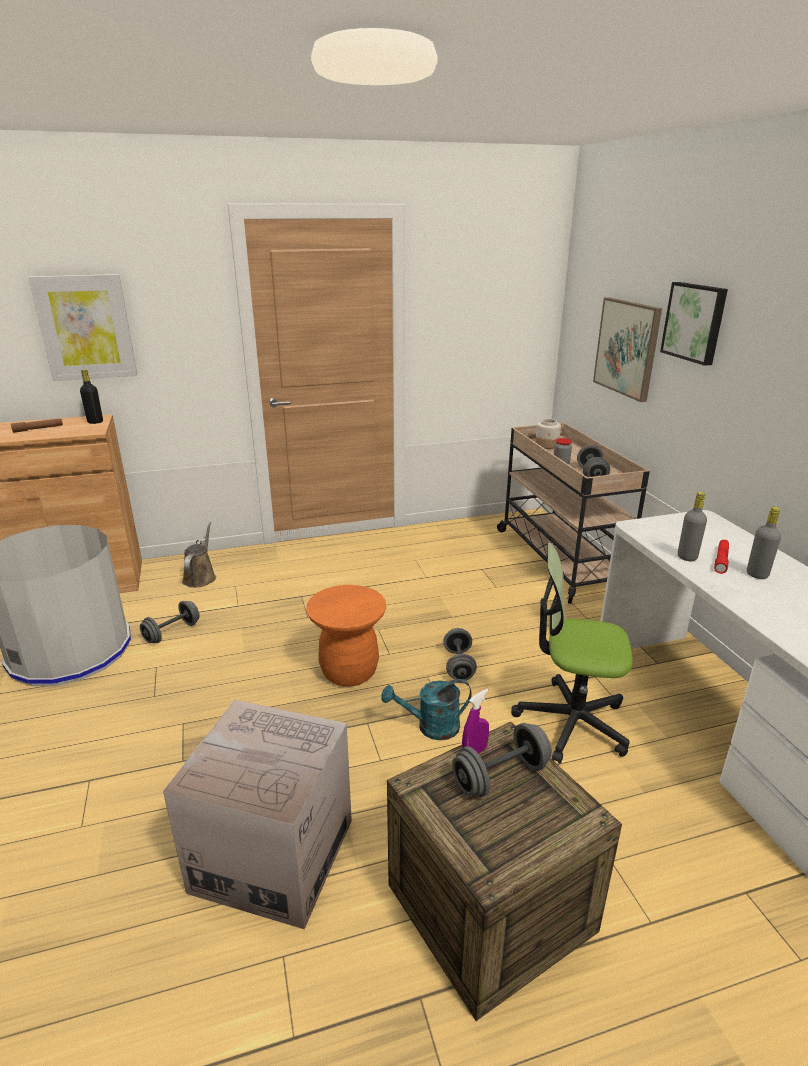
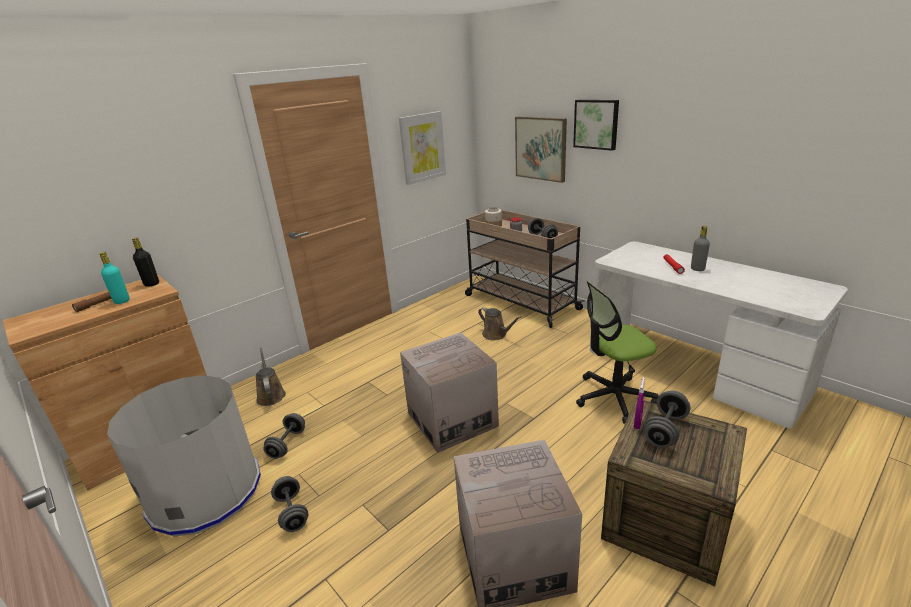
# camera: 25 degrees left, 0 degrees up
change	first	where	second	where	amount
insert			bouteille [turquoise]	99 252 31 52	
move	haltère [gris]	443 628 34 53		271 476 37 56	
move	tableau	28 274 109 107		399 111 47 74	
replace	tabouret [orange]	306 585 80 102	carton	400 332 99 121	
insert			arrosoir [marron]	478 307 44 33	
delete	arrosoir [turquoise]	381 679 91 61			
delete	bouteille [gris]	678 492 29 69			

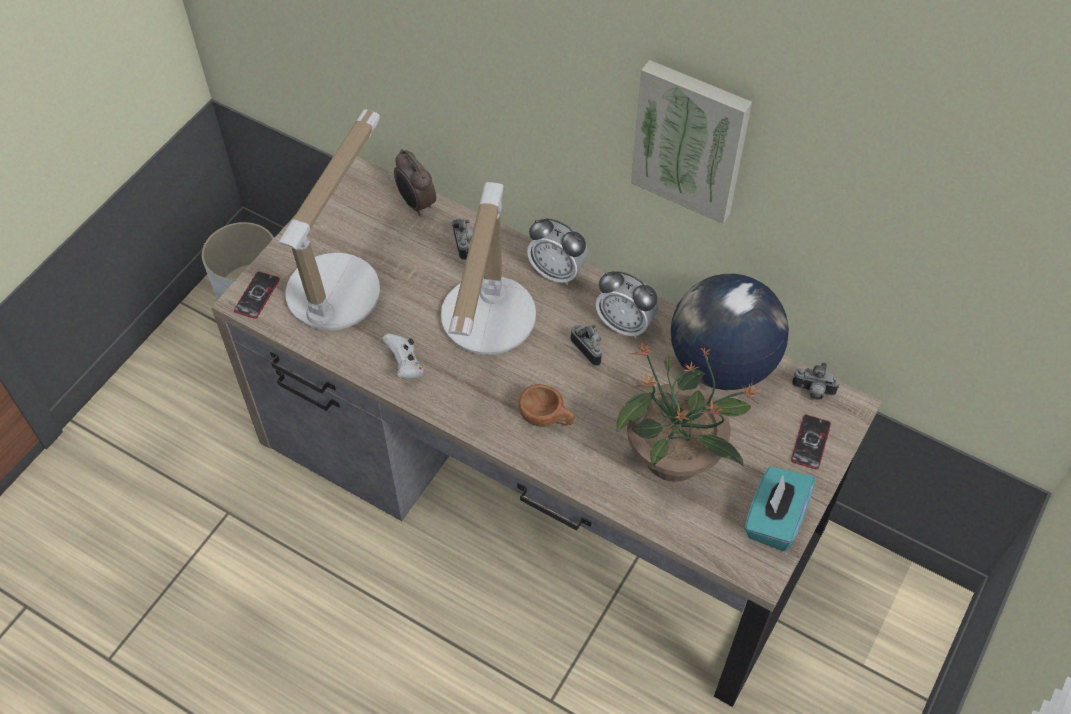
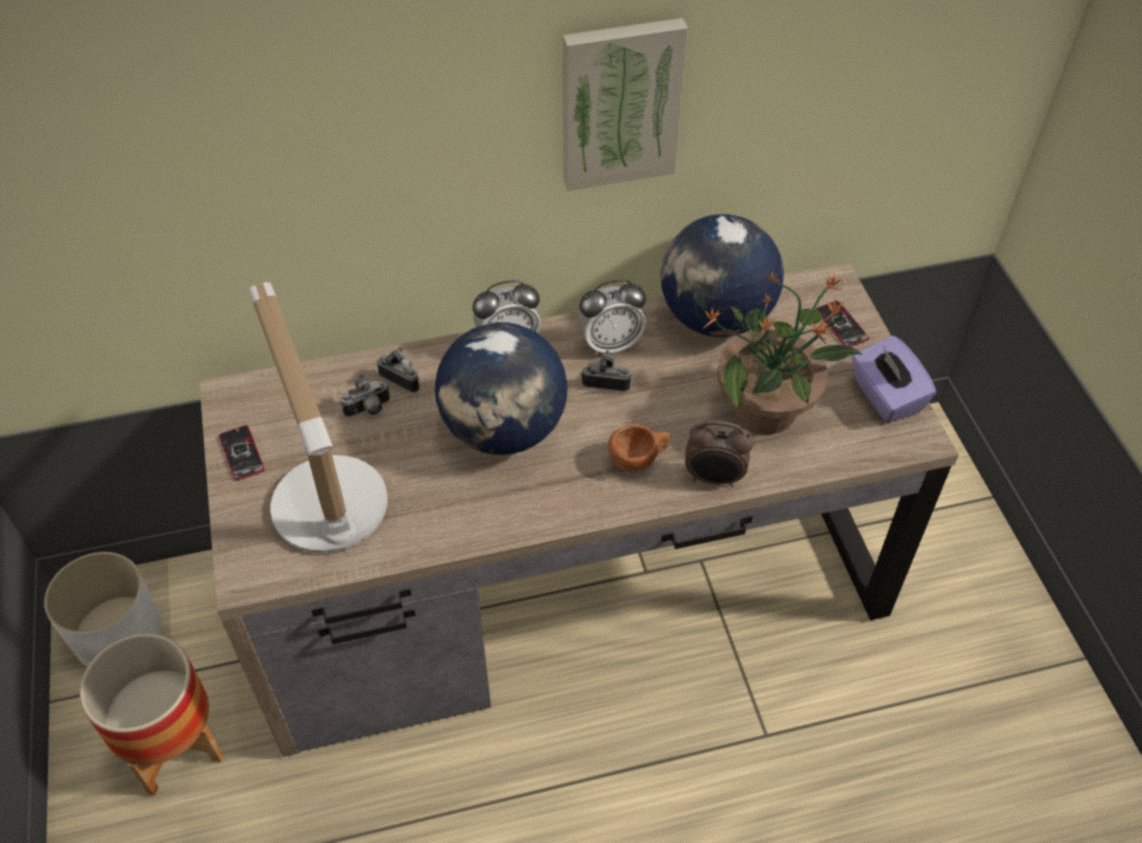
# camera: 45 degrees left, 5 degrees down
change	first	where	second	where	amount
insert			cache-pot	80 633 144 163	
move	téléphone	234 271 46 48		219 425 46 56	
move	appareil photo	792 362 48 38		340 373 50 44	
replace	lampe de table	441 182 95 173	globe	435 322 133 133	
move	réveil	394 149 42 67		685 420 69 67	
recolor	boîte à mouchoirs [turquoise]	745 467 70 84	boîte à mouchoirs [violet]	851 335 85 88	
delete	manette [blanc]	382 333 42 46			

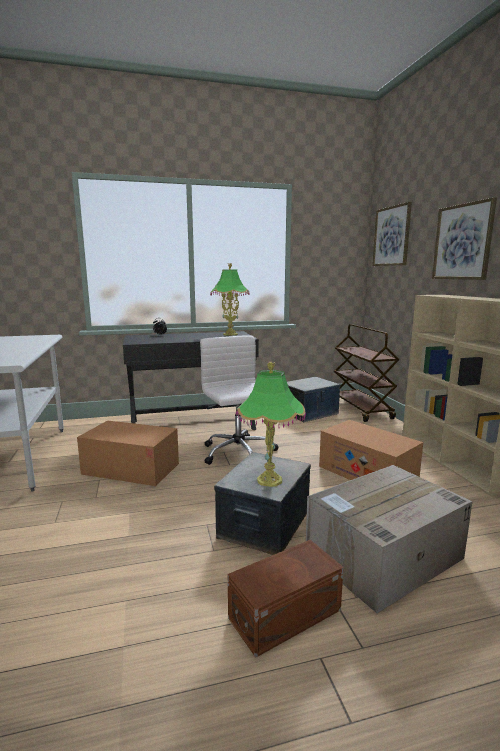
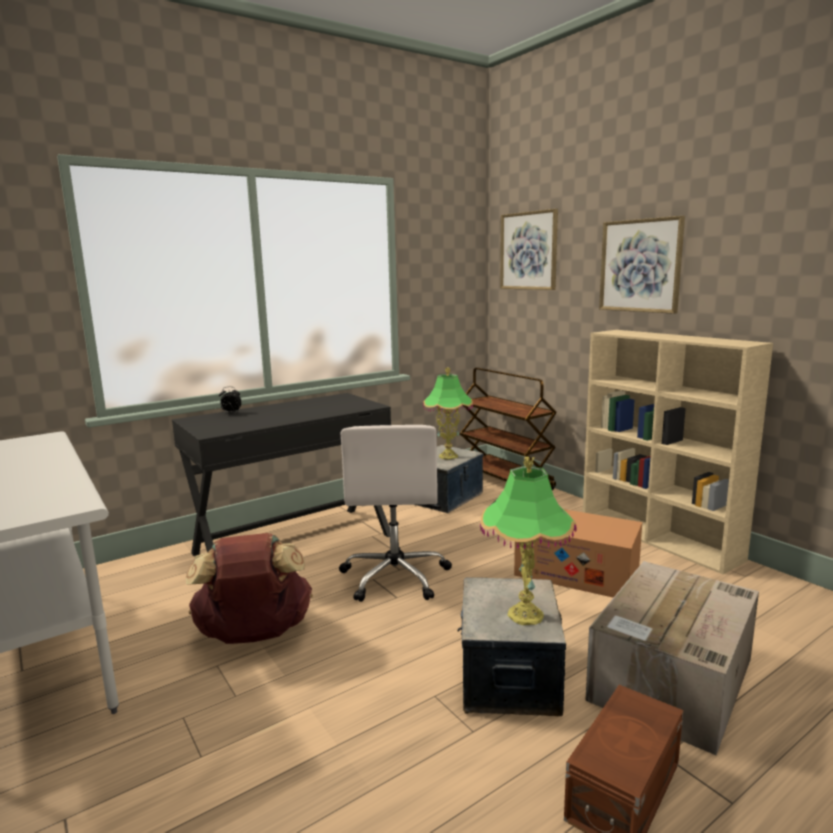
# camera: 20 degrees left, 0 degrees up
change	first	where	second	where	amount
replace	carton	77 421 102 65	sac à dos [marron]	186 533 127 111	
rotate	chaise de bureau [blanc]	200 335 78 130		339 425 113 177	135 degrees counterclockwise
move	lampe de table	210 263 39 73		423 367 50 93	

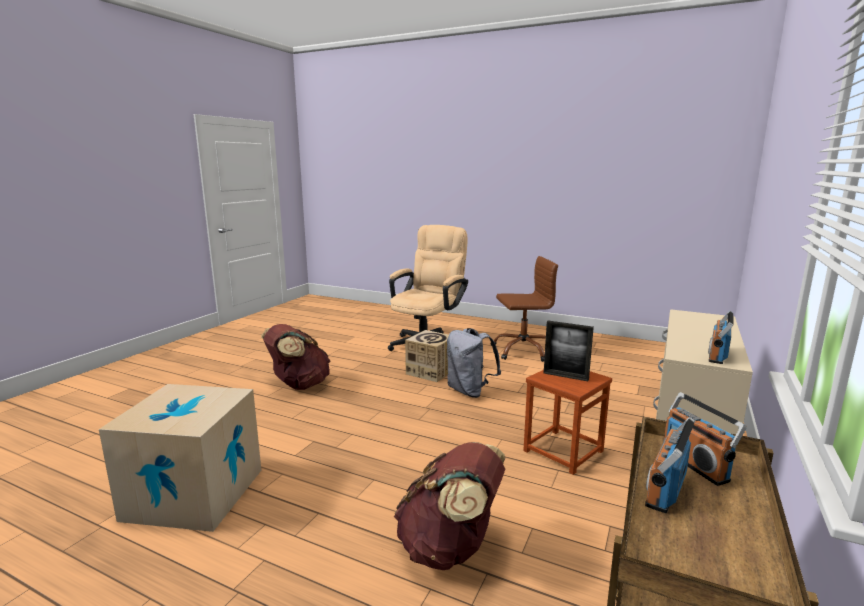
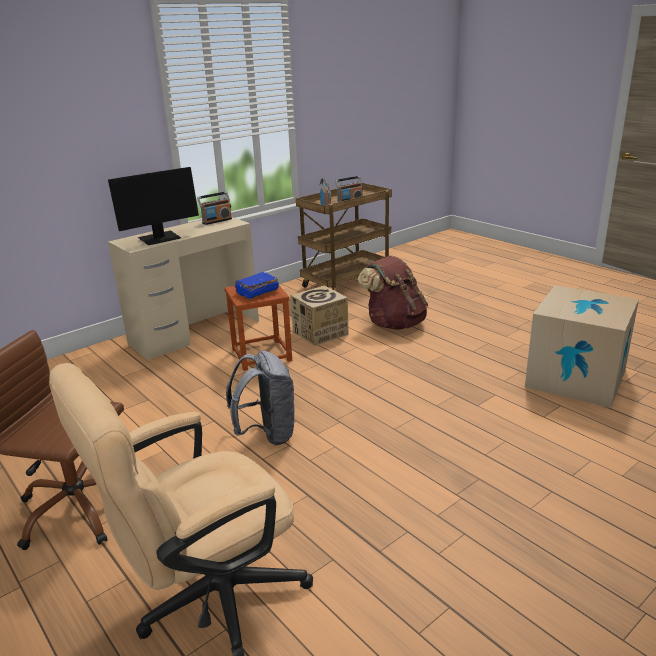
# camera: 155 degrees left, 10 degrees up
change	first	where	second	where	amount
insert			écran d'ordinateur	108 167 91 78	
replace	cadre photo	544 321 50 60	livre [bleu]	235 272 44 28	
move	carton	405 330 44 52		291 286 58 60	
delete	sac à dos [marron]	261 324 69 66			

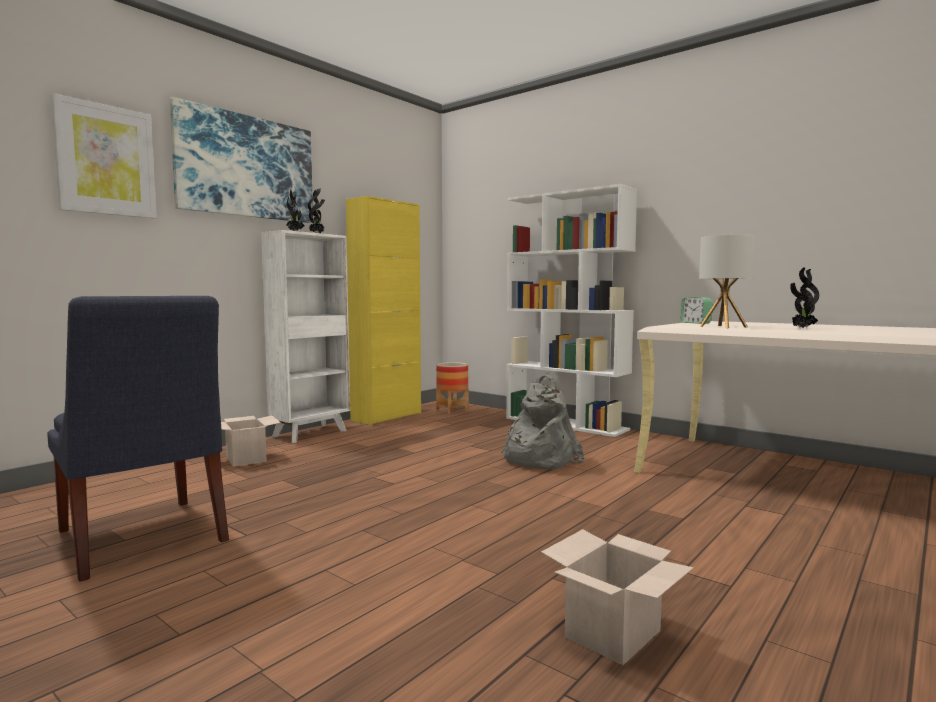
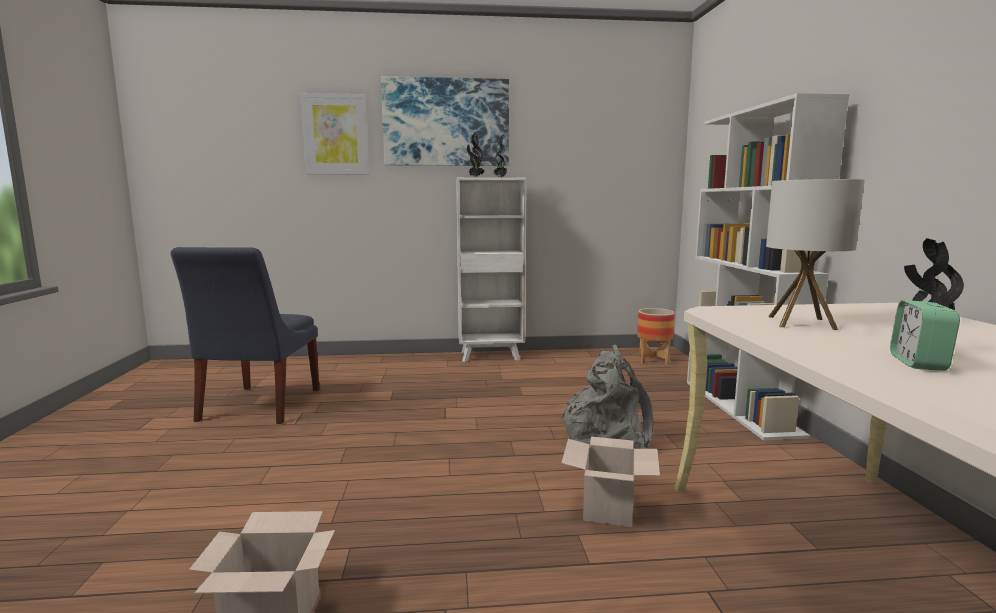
# camera: 45 degrees right, 5 degrees up
change	first	where	second	where	amount
move	carton	221 416 60 51		562 436 98 91	
move	réveil	681 297 32 27		890 300 70 71	
delete	meuble de rangement [jaune]	346 196 75 229			

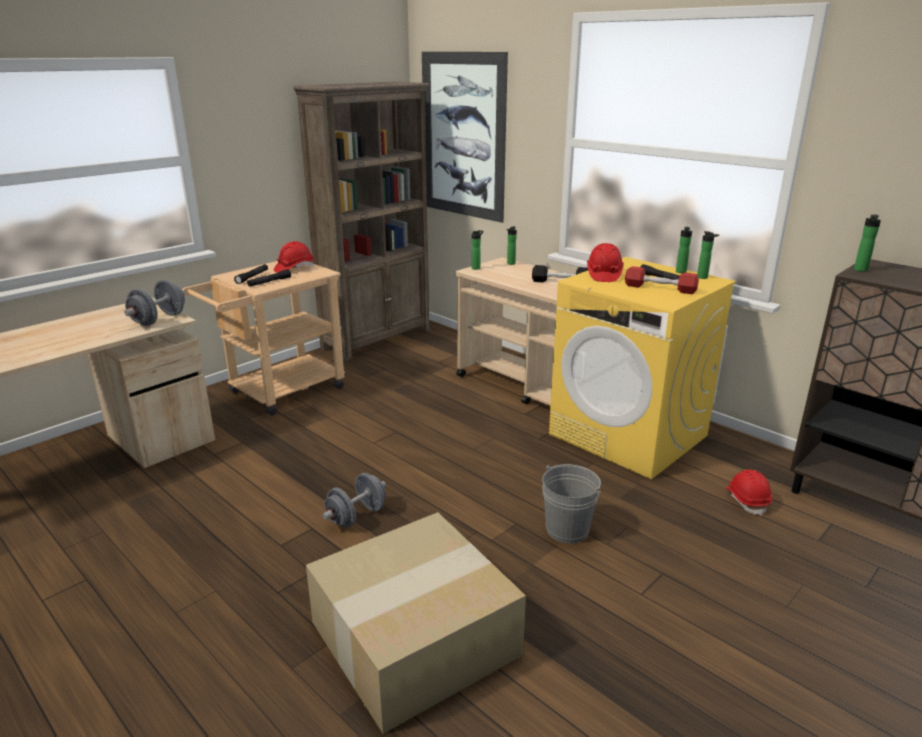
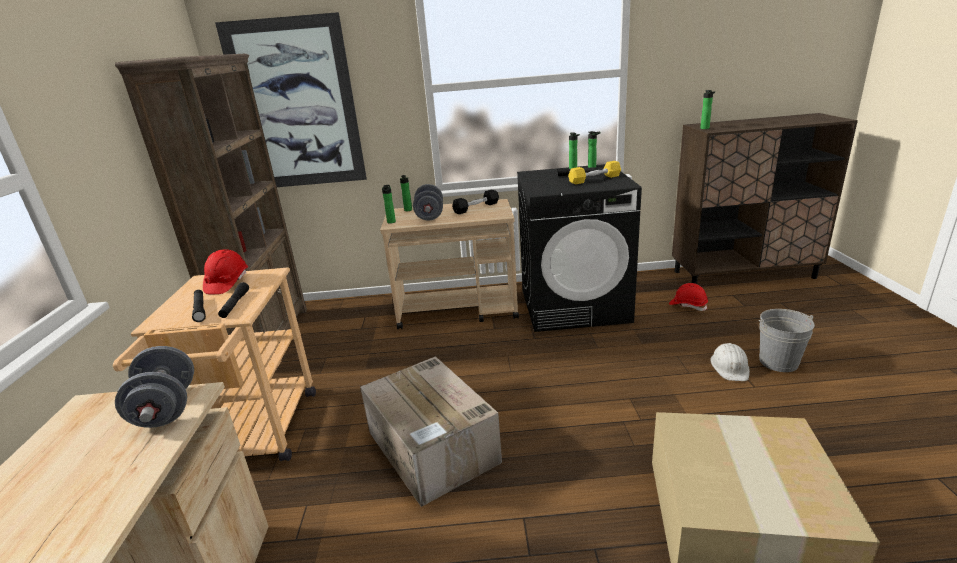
# camera: 45 degrees left, 0 degrees up
change	first	where	second	where	amount
insert			carton	360 356 142 151	
move	haltère [gris]	322 473 64 55		413 184 30 37	
recolor	lave-linge [jaune]	549 257 187 222	lave-linge [noir]	517 164 125 168	
recolor	haltère [rouge]	625 266 74 28	haltère [jaune]	568 161 53 23	
insert			casque de chantier [blanc]	710 343 40 38	
move	seau [gris]	542 464 59 80		759 309 56 63	
delete	casque de chantier [rouge]	587 243 36 39			

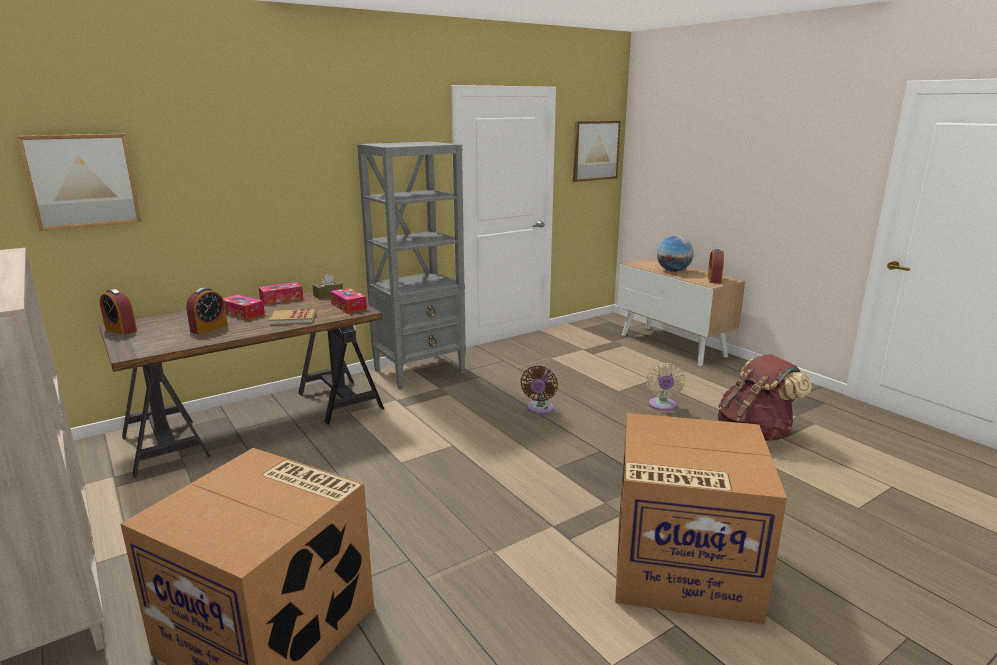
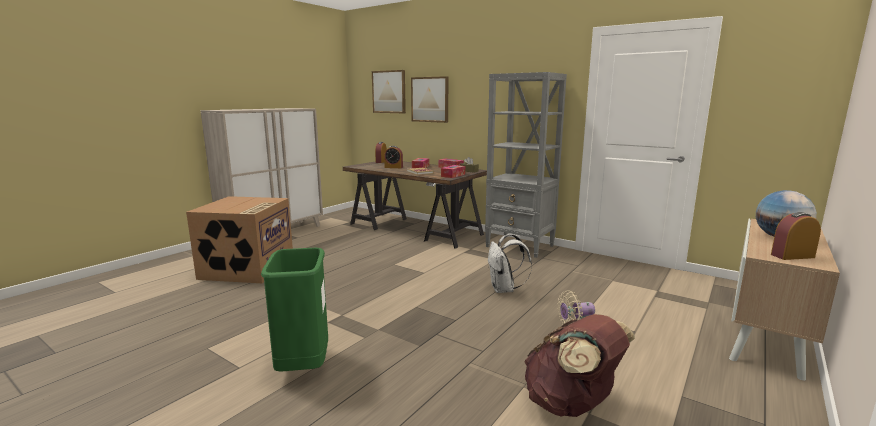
# camera: 70 degrees right, 5 degrees down
change	first	where	second	where	amount
replace	carton	615 413 172 211	poubelle [vert]	261 248 67 124	
move	tableau	573 121 48 61		411 76 37 47	
replace	ventilateur [marron]	520 366 38 48	sac à dos [blanc]	488 234 44 59	

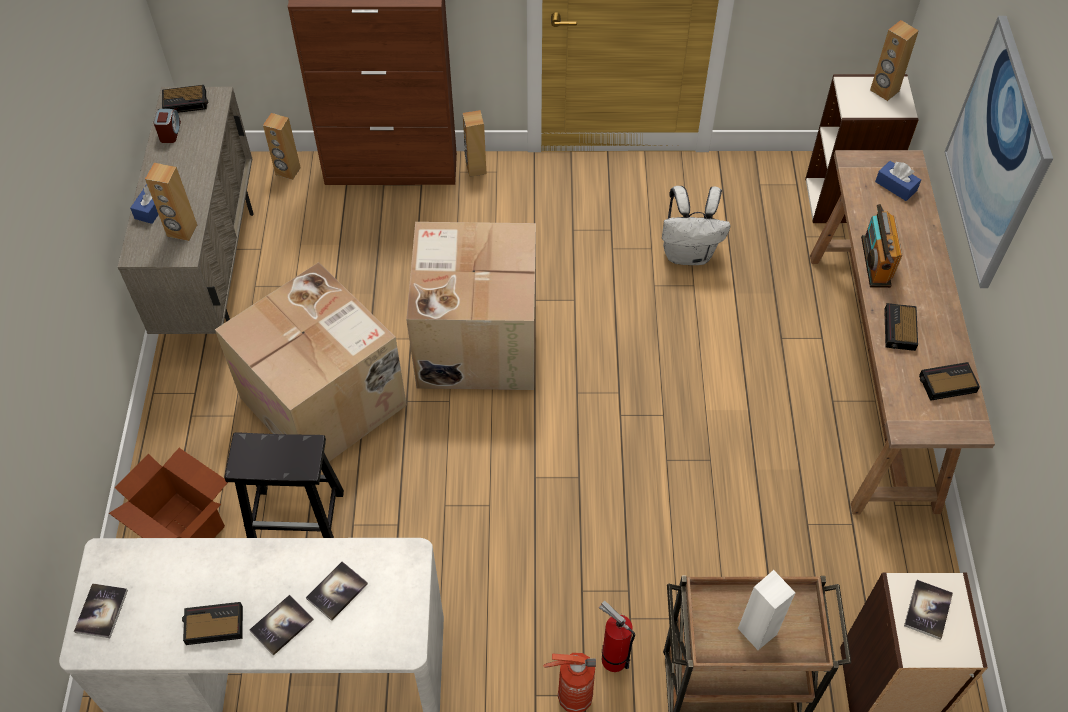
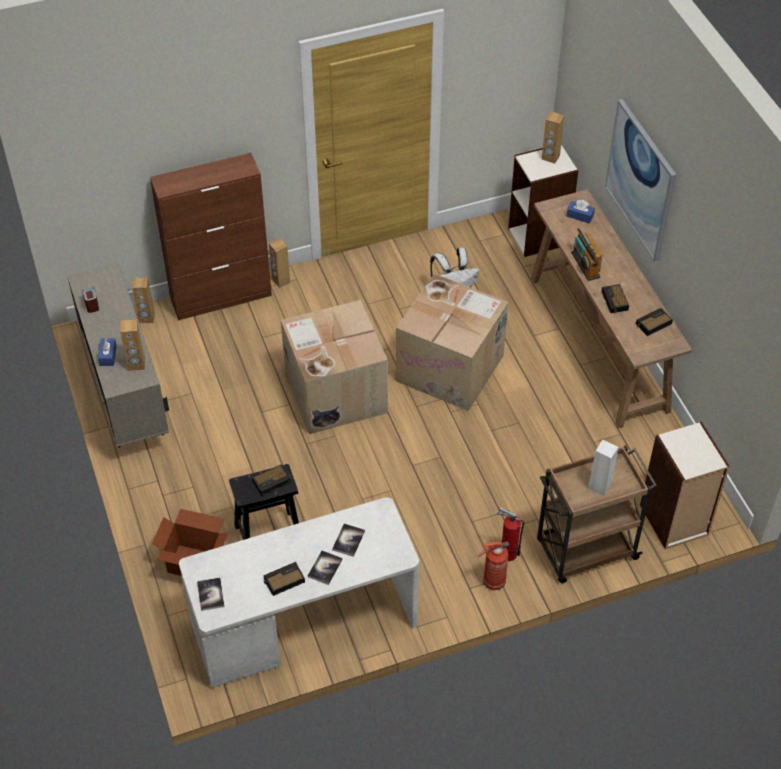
# camera: 20 degrees left, 5 degrees down
change	first	where	second	where	amount
move	réveil	162 85 46 28		252 464 39 32	
move	carton	215 262 192 200		396 274 112 137	
delete	livre	904 580 49 60			

